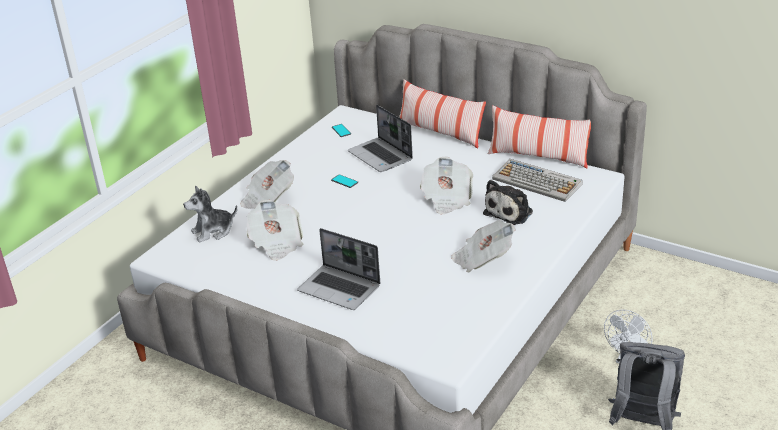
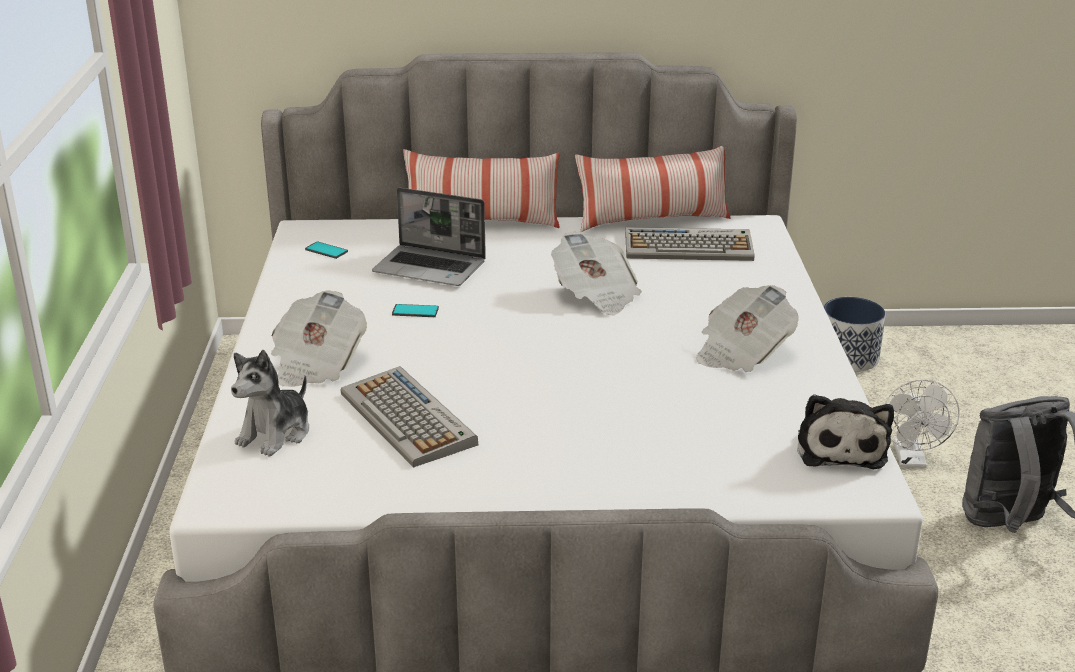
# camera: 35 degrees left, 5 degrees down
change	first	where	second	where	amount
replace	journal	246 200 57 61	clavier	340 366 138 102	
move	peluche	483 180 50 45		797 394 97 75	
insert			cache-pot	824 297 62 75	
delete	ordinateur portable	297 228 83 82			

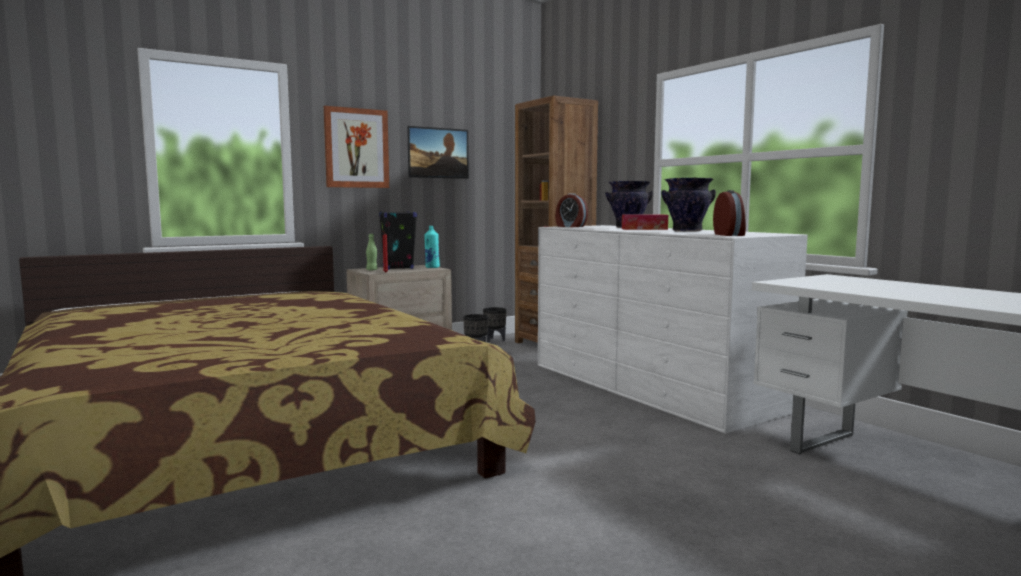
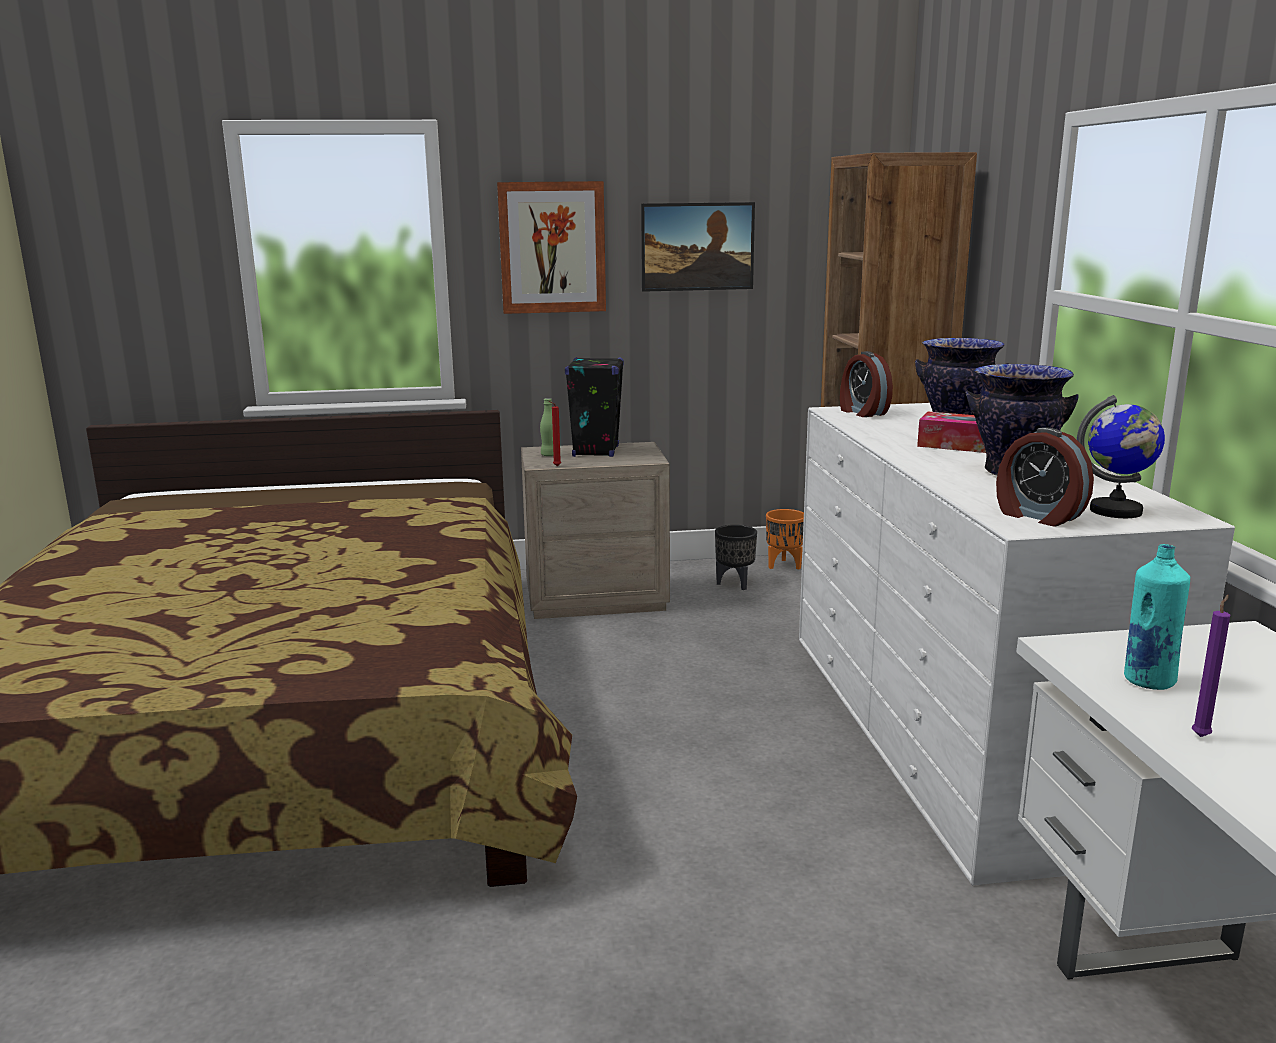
# camera: 25 degrees right, 10 degrees up
change	first	where	second	where	amount
recolor	cache-pot [noir]	483 307 24 35	cache-pot [orange]	766 509 38 60	
rotate	réveil	713 190 33 46		996 427 98 100	120 degrees clockwise
insert			globe	1077 395 88 123	
move	bouteille [turquoise]	424 226 16 42		1124 544 66 146	
insert			bougie [violet]	1192 595 38 142	

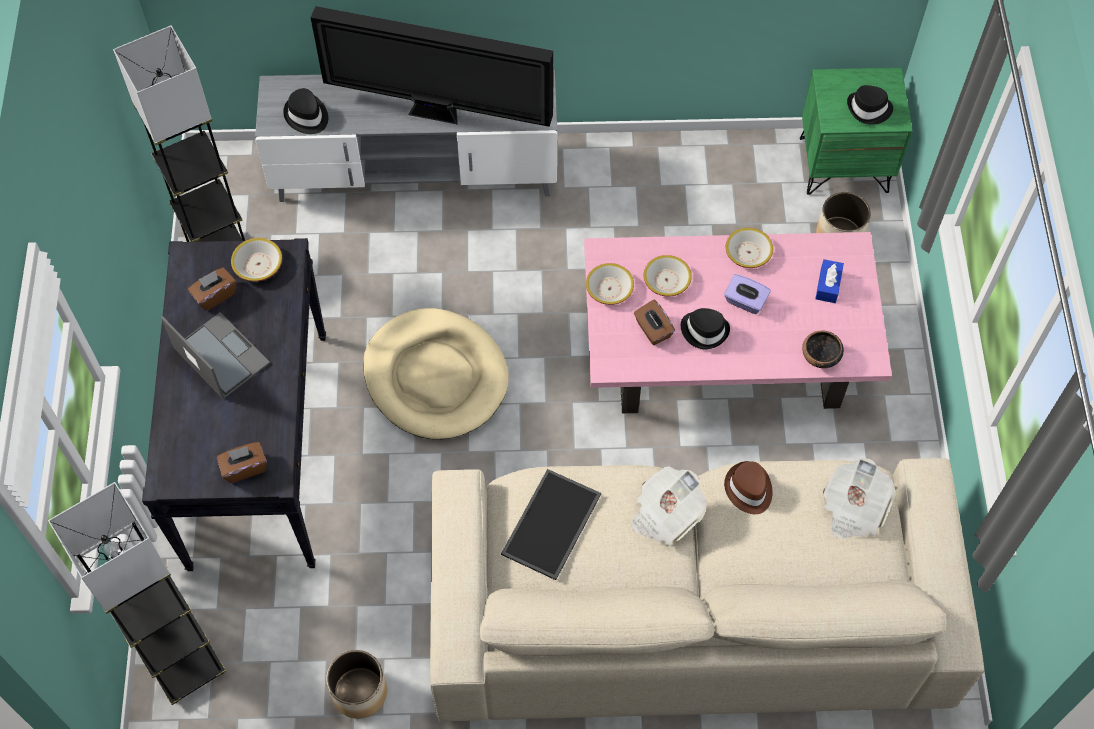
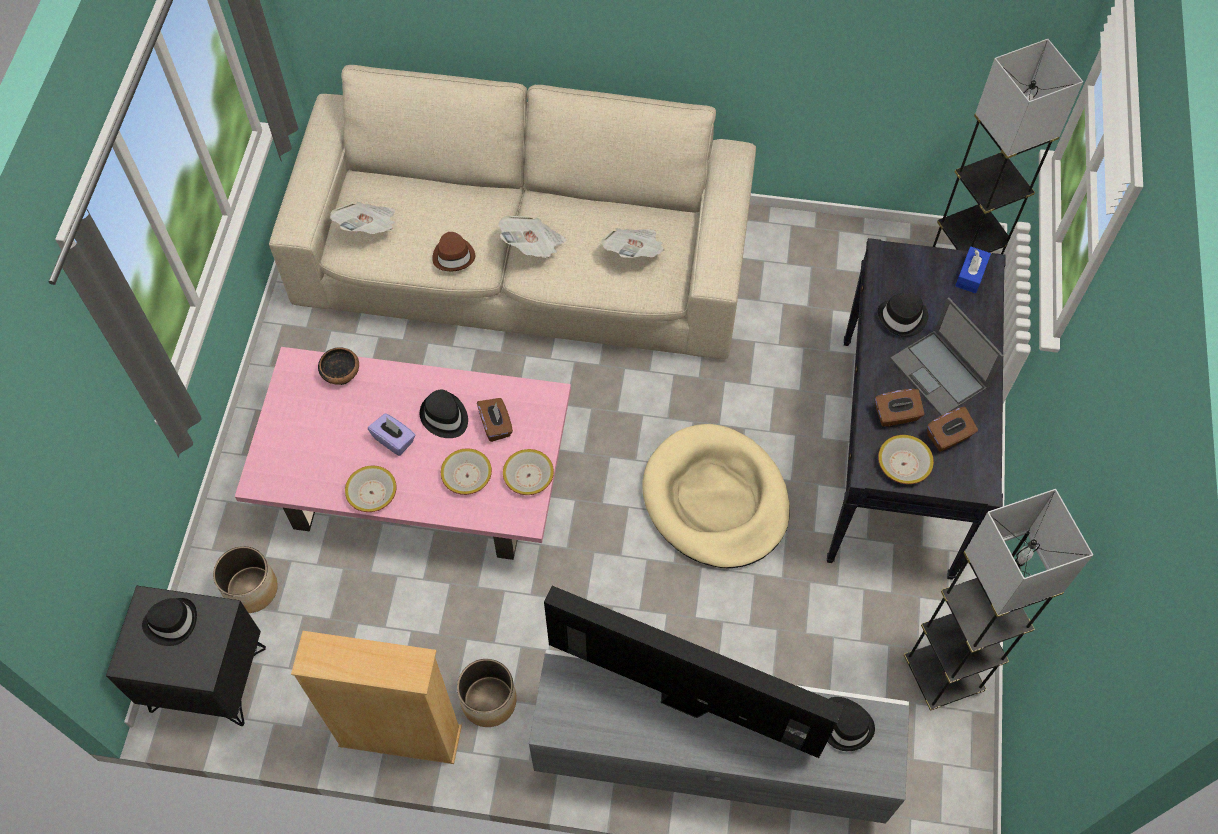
# camera: 170 degrees left, 0 degrees up
change	first	where	second	where	amount
recolor	table de chevet [vert]	800 68 113 127	table de chevet [noir]	106 586 160 140	
insert			bibliothèque [beige]	291 631 171 133	
move	cache-pot	326 650 61 69		457 659 60 68	
replace	plateau	501 469 100 111	journal	601 228 64 30	
move	boîte à mouchoirs [marron]	217 442 50 41		875 389 50 38	
insert			chapeau [noir]	878 293 50 44	
move	boîte à mouchoirs [bleu]	815 259 29 44		955 246 36 47	

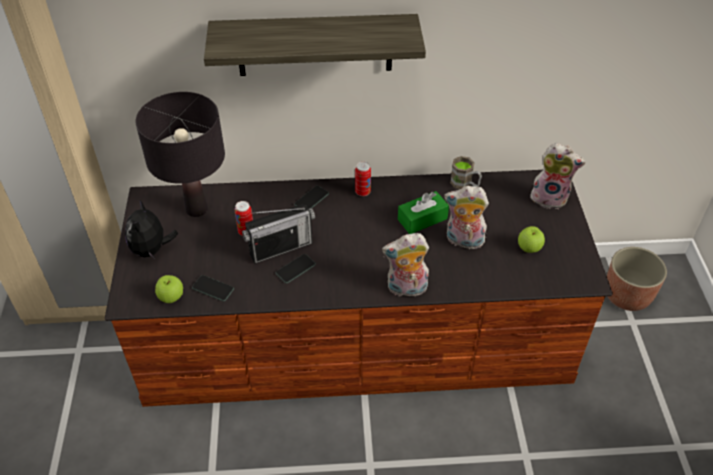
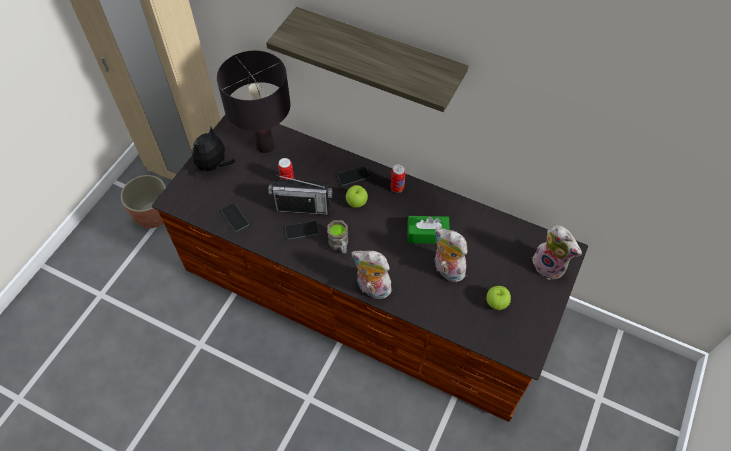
# camera: 30 degrees right, 10 degrees up
change	first	where	second	where	amount
move	cache-pot	607 247 60 64		121 175 45 53	
move	mug [marron]	450 156 32 33		327 220 21 34	
move	pomme	155 275 28 28		346 185 22 23	

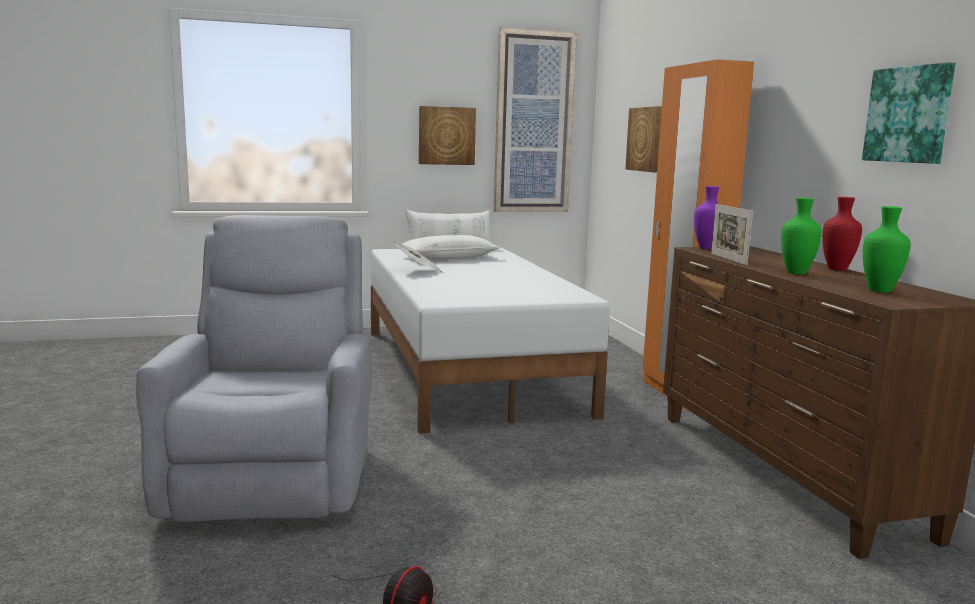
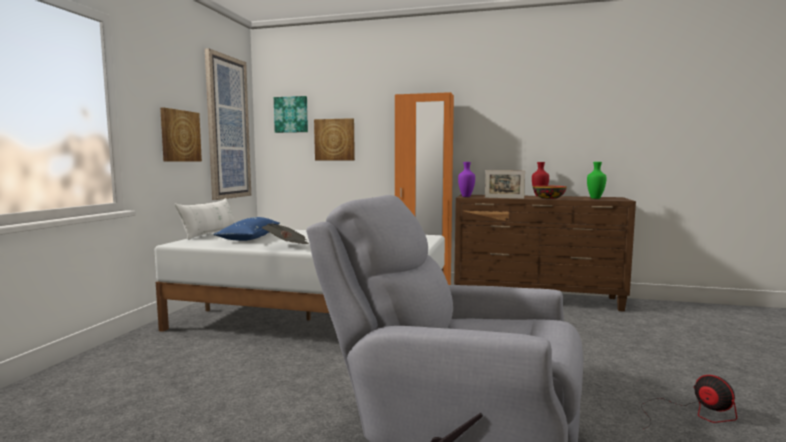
# camera: 60 degrees left, 5 degrees down
change	first	where	second	where	amount
recolor	coussin [blanc]	403 235 97 24	coussin [bleu]	213 217 67 24	
move	tableau	862 62 93 102		274 96 34 37	
replace	vase [vert]	781 198 41 77	bol	533 185 34 14	

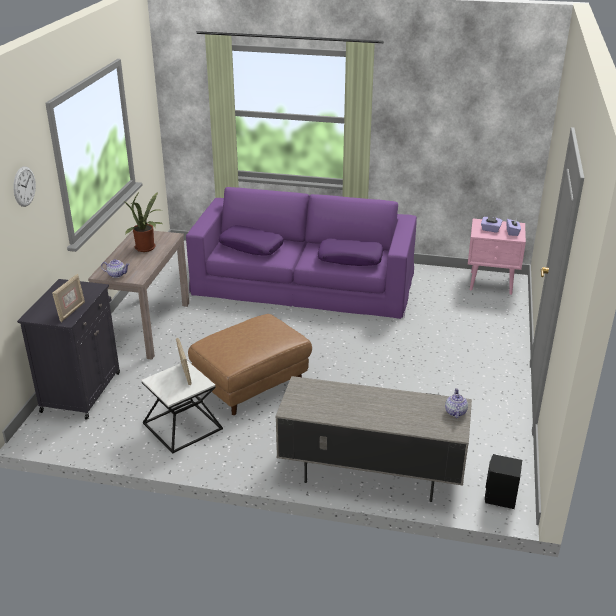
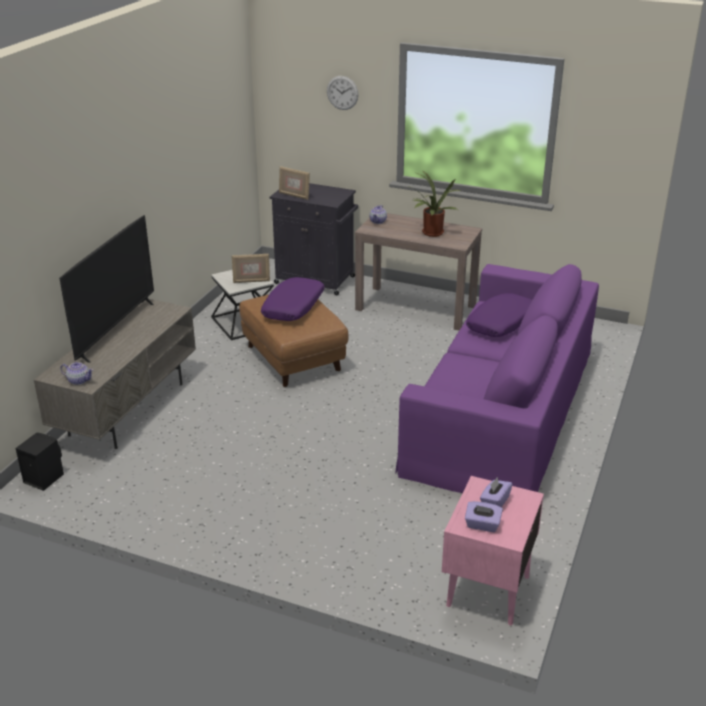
# camera: 100 degrees right, 0 degrees up
change	first	where	second	where	amount
insert			téléviseur	59 215 95 148	
move	coussin [violet]	318 239 65 27		261 277 64 44	

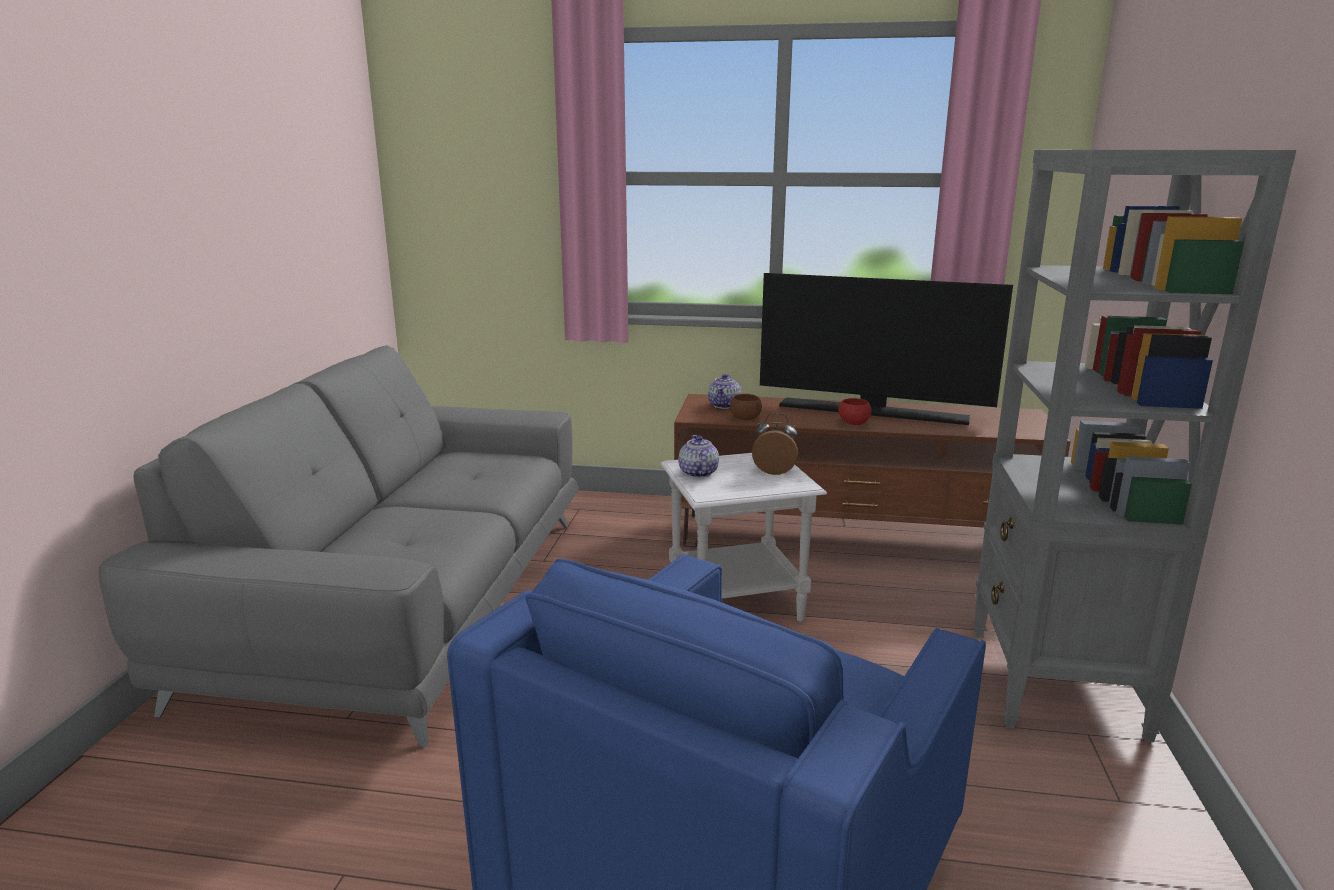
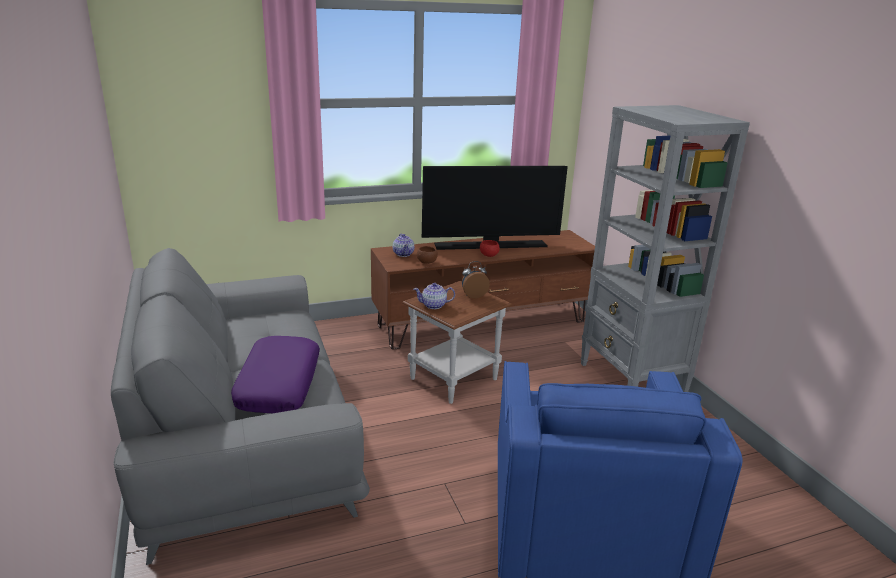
# camera: 30 degrees left, 5 degrees up
change	first	where	second	where	amount
insert			coussin [violet]	231 336 89 77	
recolor	table d'appoint [blanc]	661 453 166 168	table d'appoint [marron]	402 281 110 123	
rotate	théière	679 435 40 43		414 283 41 26	60 degrees counterclockwise

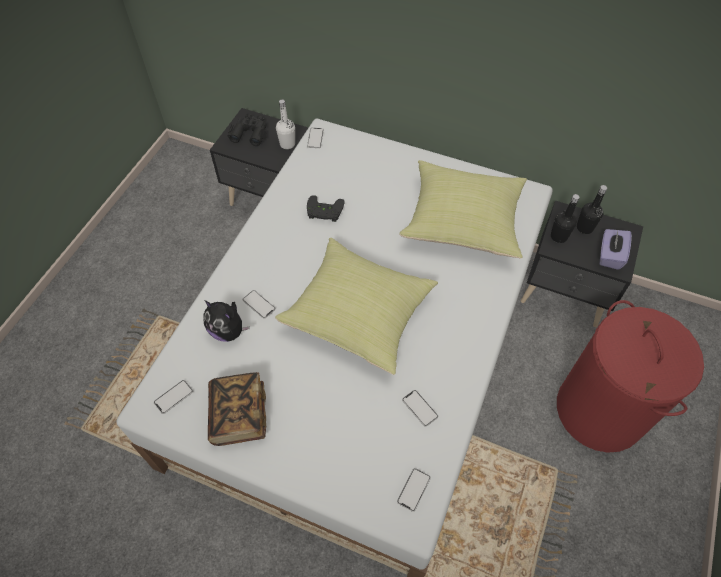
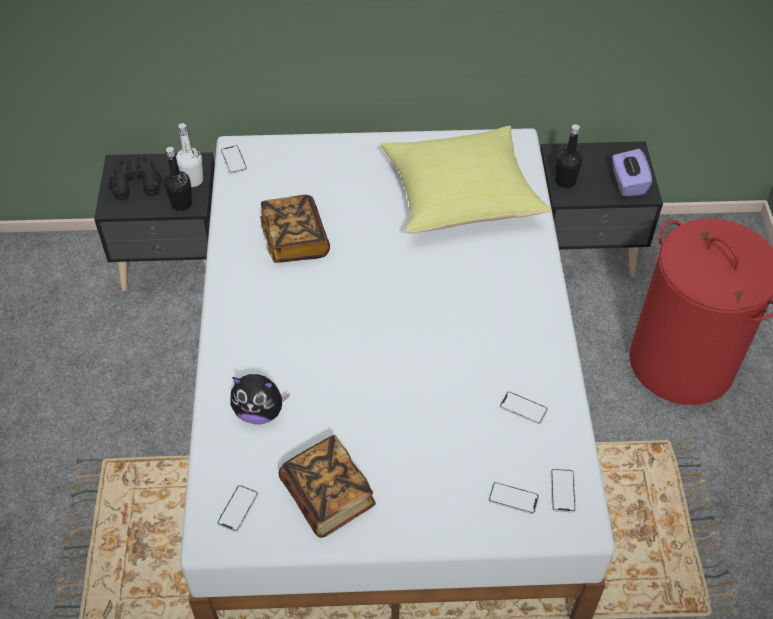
# camera: 25 degrees left, 5 degrees down
change	first	where	second	where	amount
move	bouteille [noir]	577 185 30 49		164 147 28 64	
replace	manette [noir]	307 195 38 27	livre	260 195 70 68	
move	téléphone	242 290 34 29		489 482 50 32	
delete	coussin [jaune]	275 238 163 137			

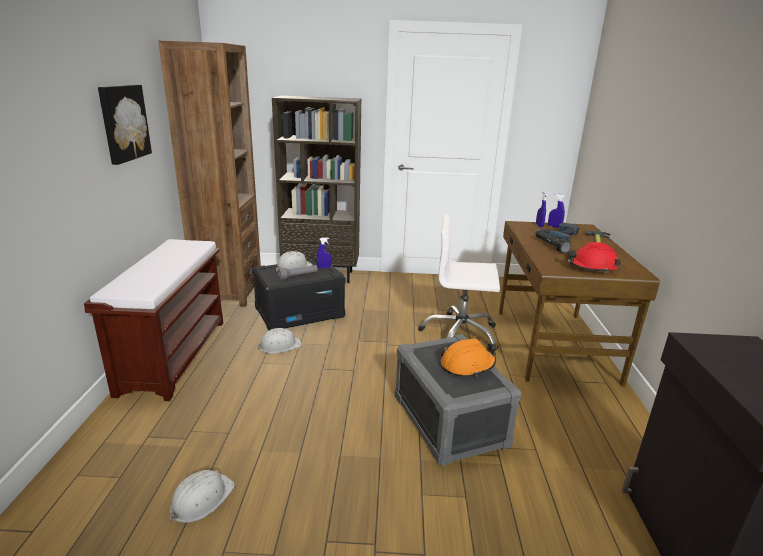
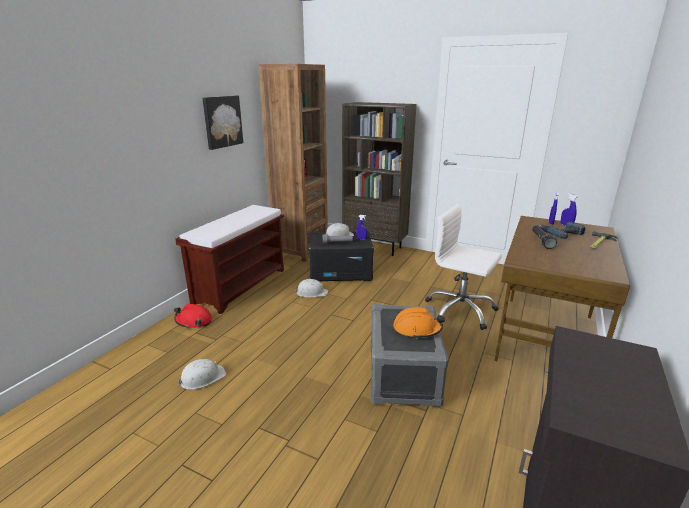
# camera: 25 degrees right, 0 degrees up
change	first	where	second	where	amount
move	casque de chantier [rouge]	566 242 54 31		174 304 38 25	

